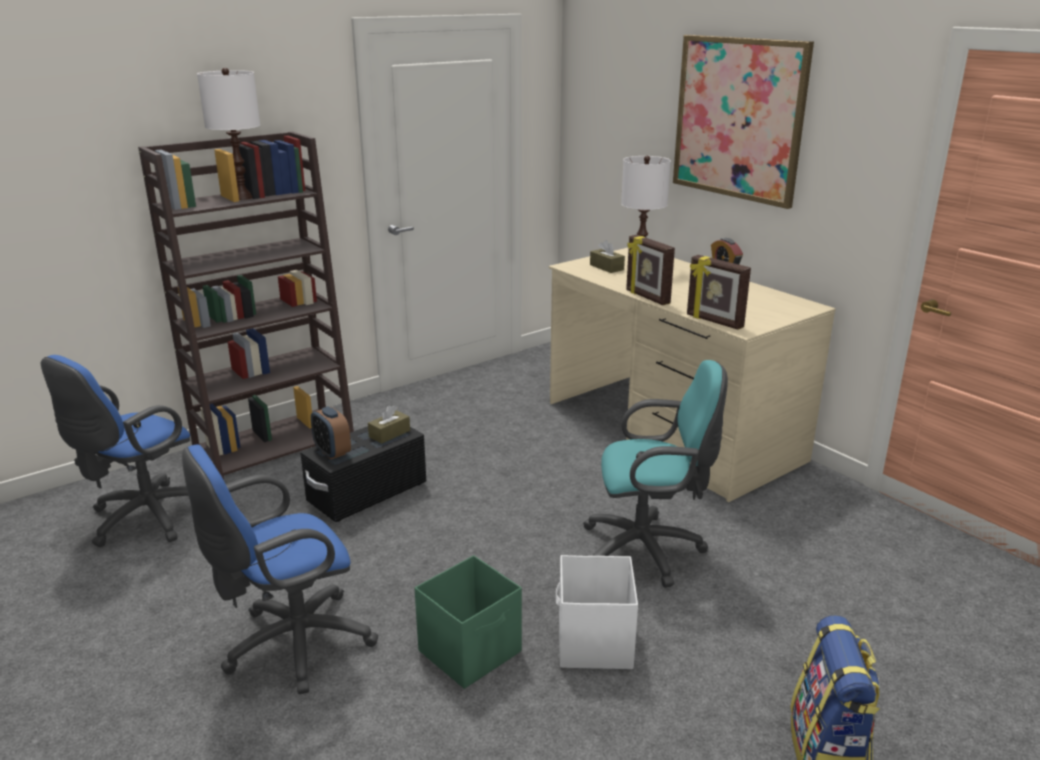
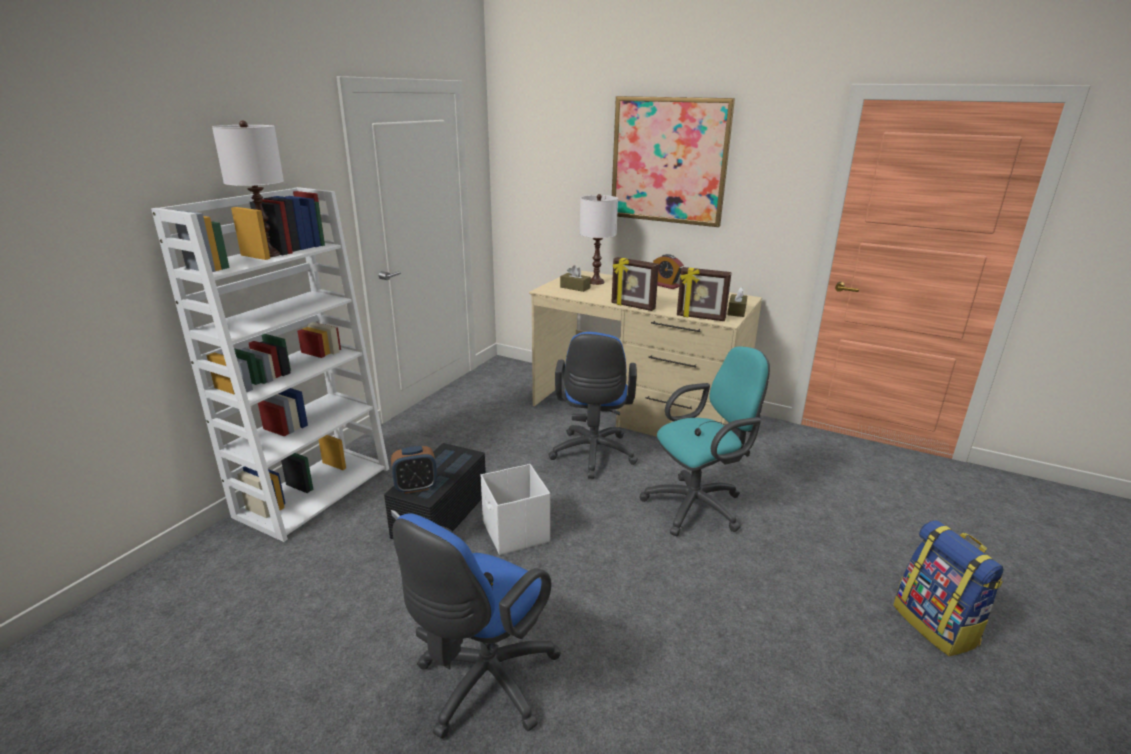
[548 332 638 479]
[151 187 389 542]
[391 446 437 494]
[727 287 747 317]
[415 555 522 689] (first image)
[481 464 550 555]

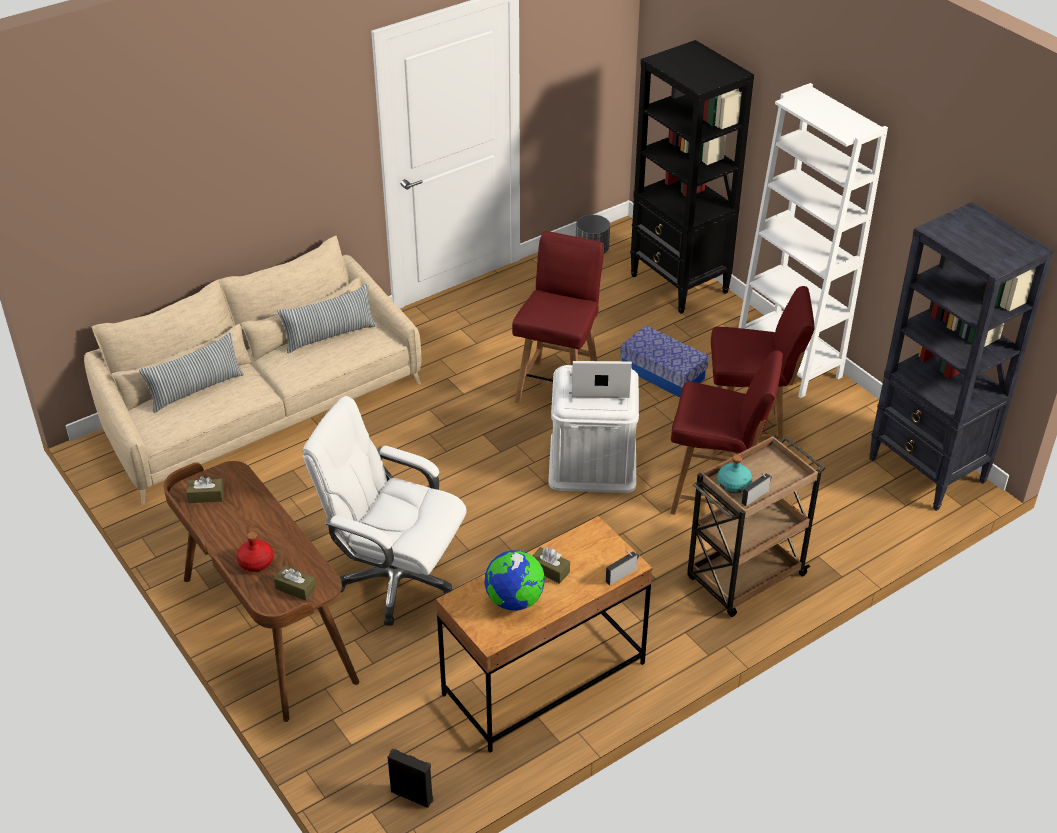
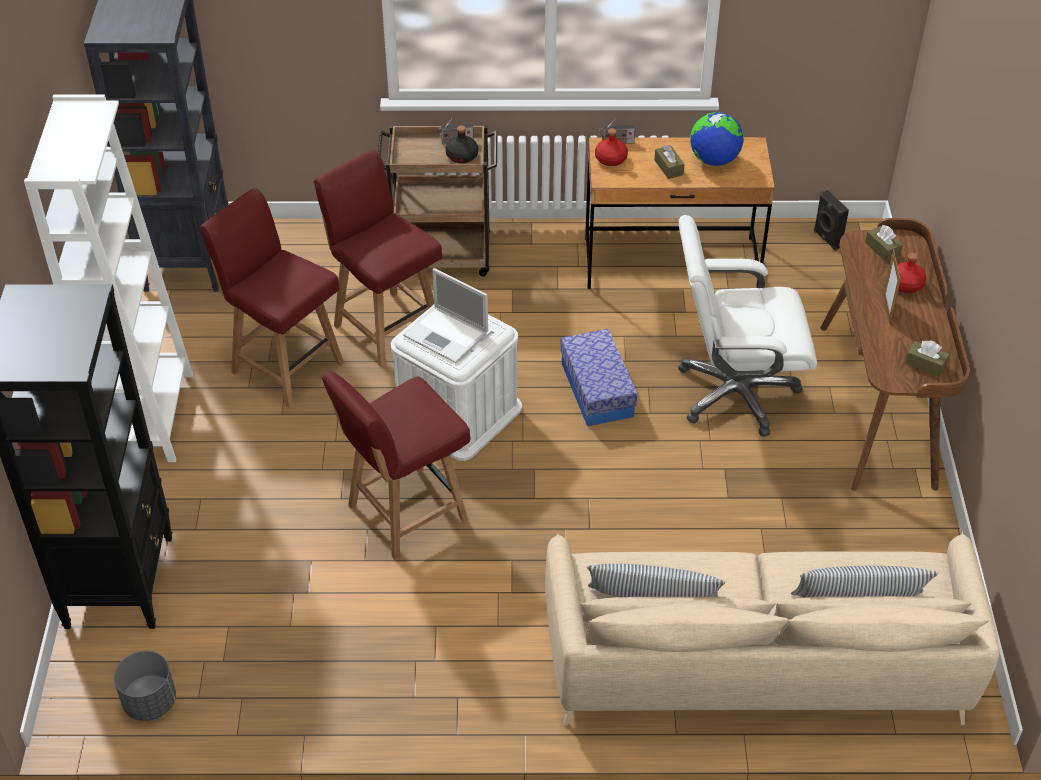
[678 215 817 437]
[560 329 638 426]
[445 125 478 163]
[595 128 628 166]
[883 249 901 325]

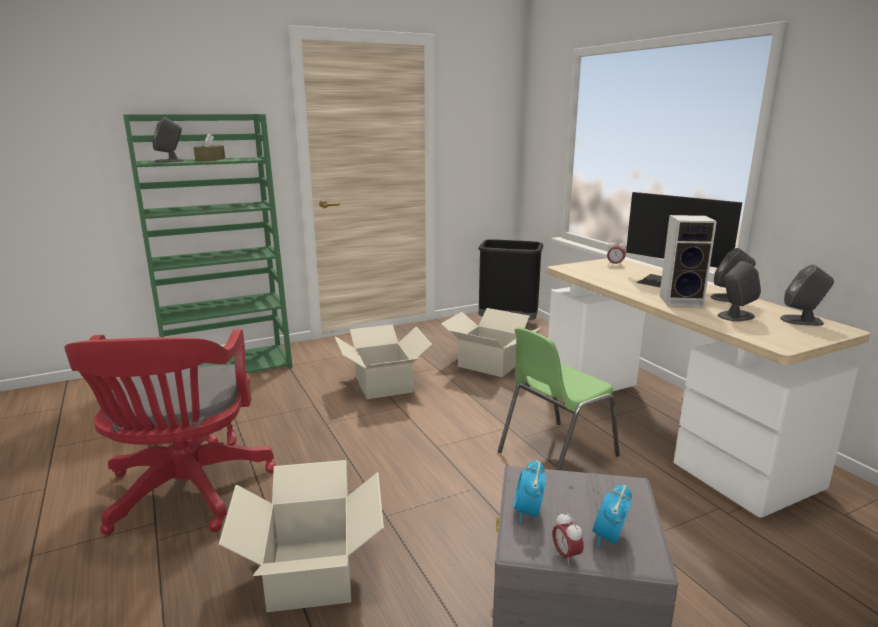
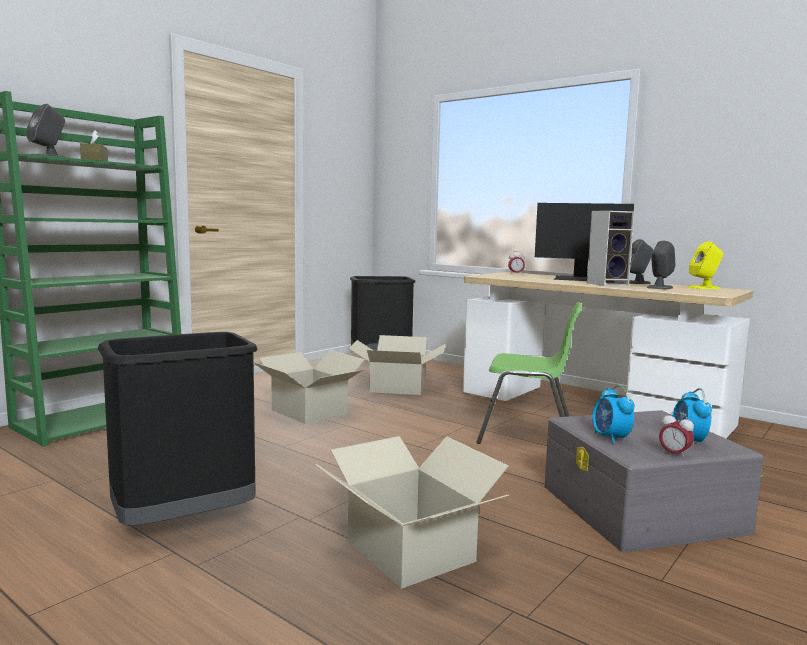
[98 332 257 526]
[477 302 582 444]
[688 241 723 289]

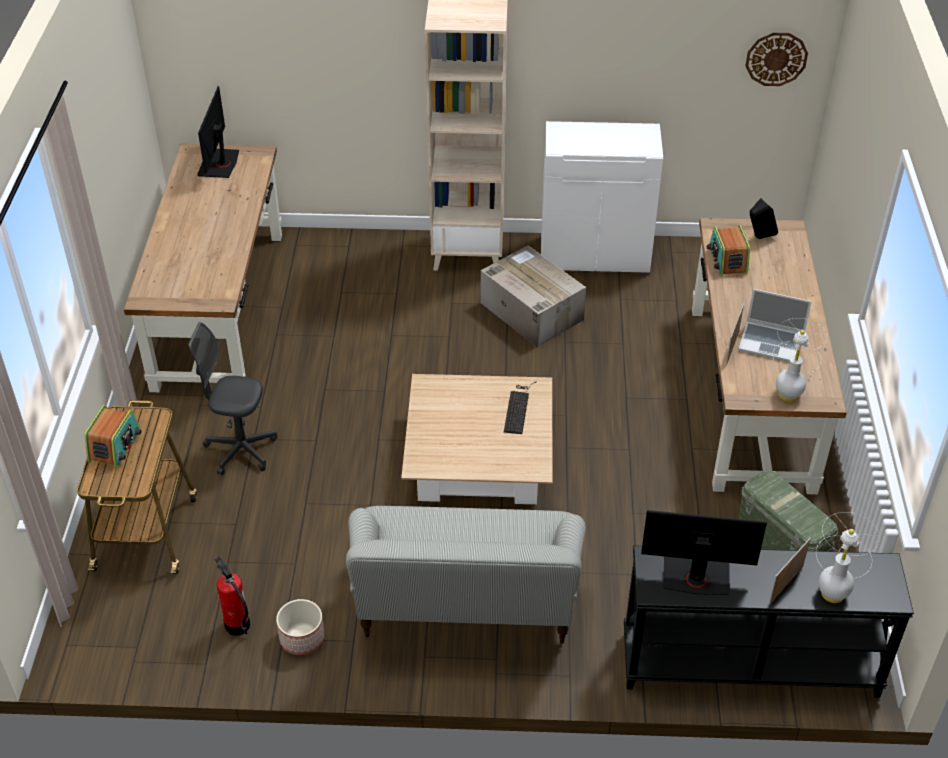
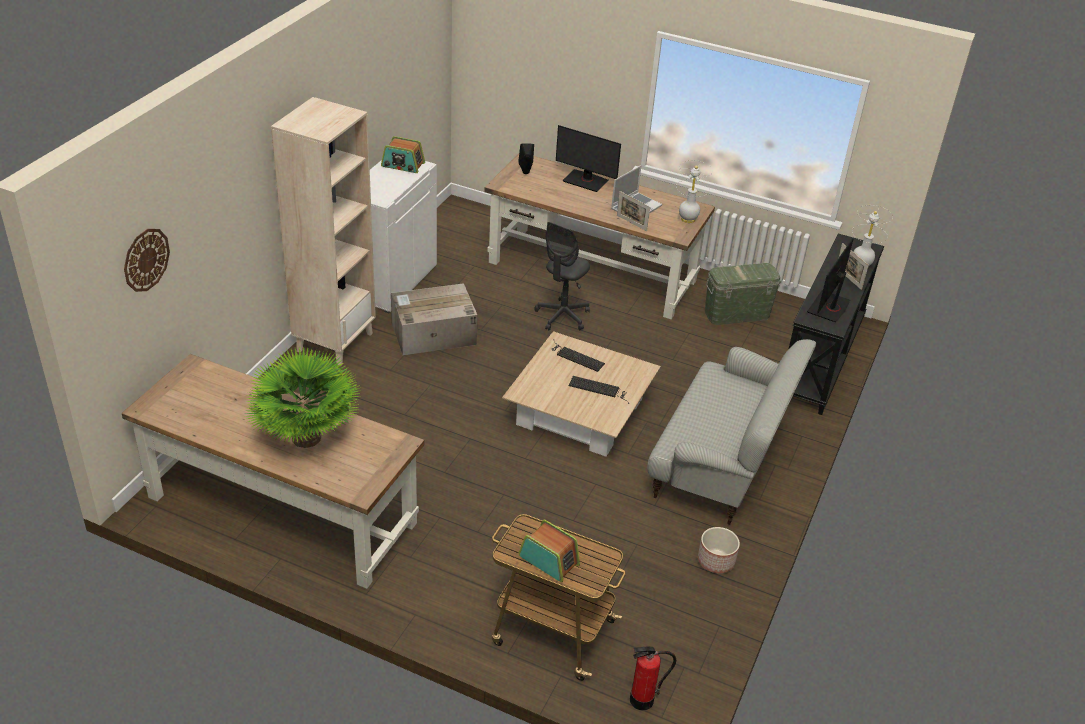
[534 222 590 330]
[556 125 621 192]
[630 647 676 710]
[381 136 425 173]
[124 229 170 292]
[244 347 361 448]
[569 376 629 404]

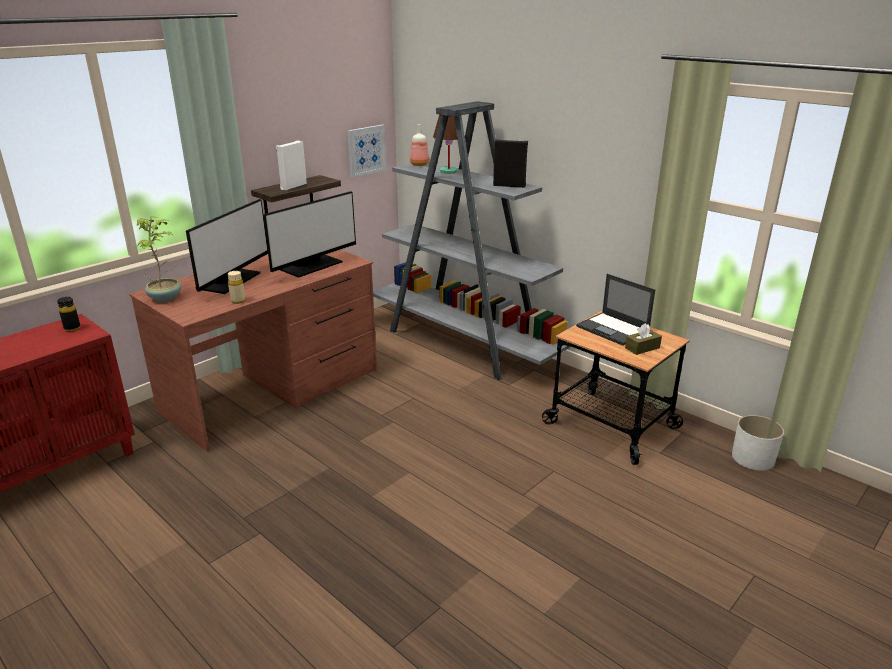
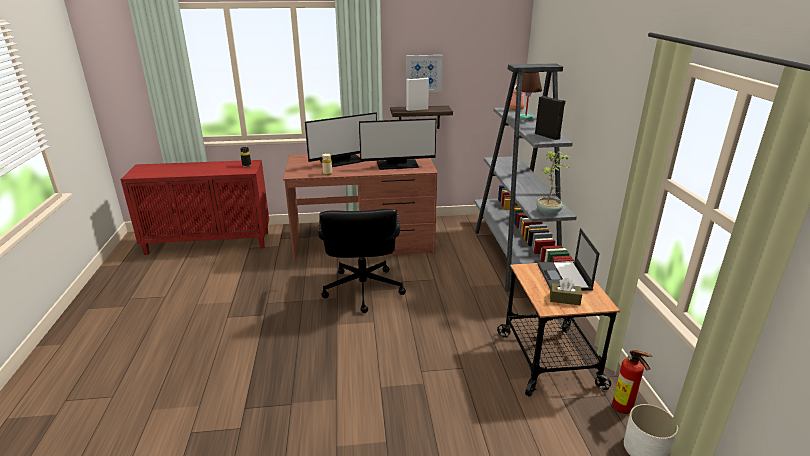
[536 151 570 215]
[406 55 443 93]
[318 209 406 313]
[612 350 652 414]

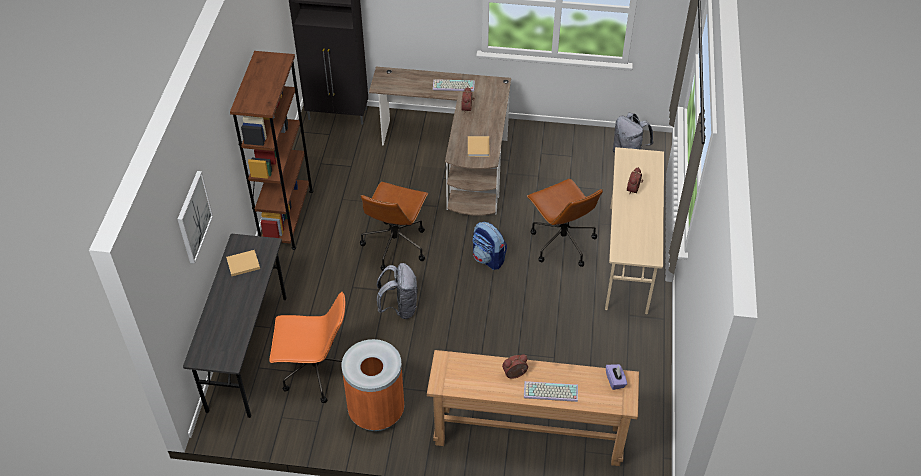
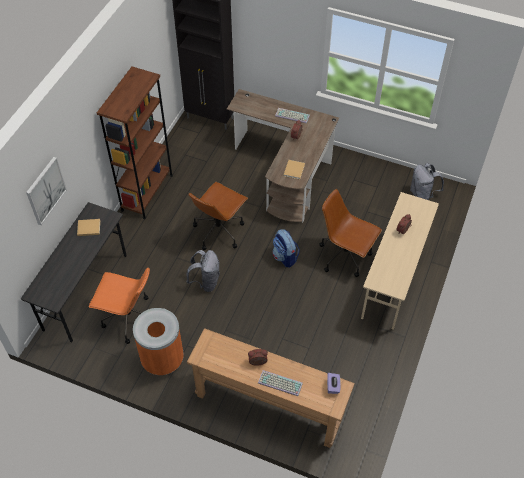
[319 189 382 277]

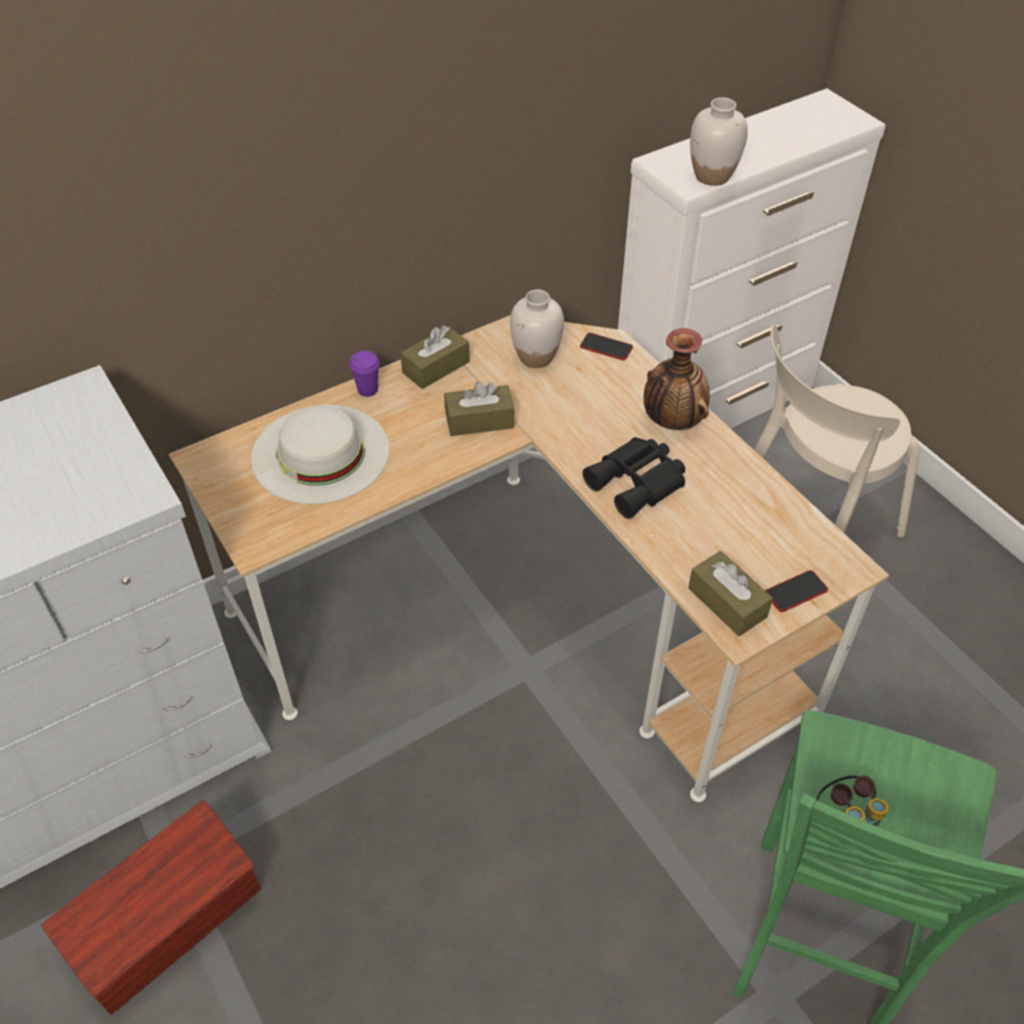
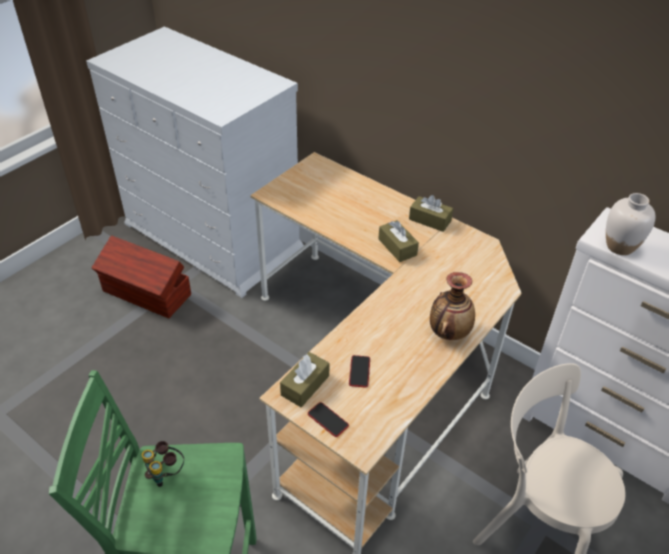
[251 405 390 504] (first image)
[349 351 380 397] (first image)
[510 289 564 368] (first image)
[349 355 370 388]
[583 437 685 519] (first image)

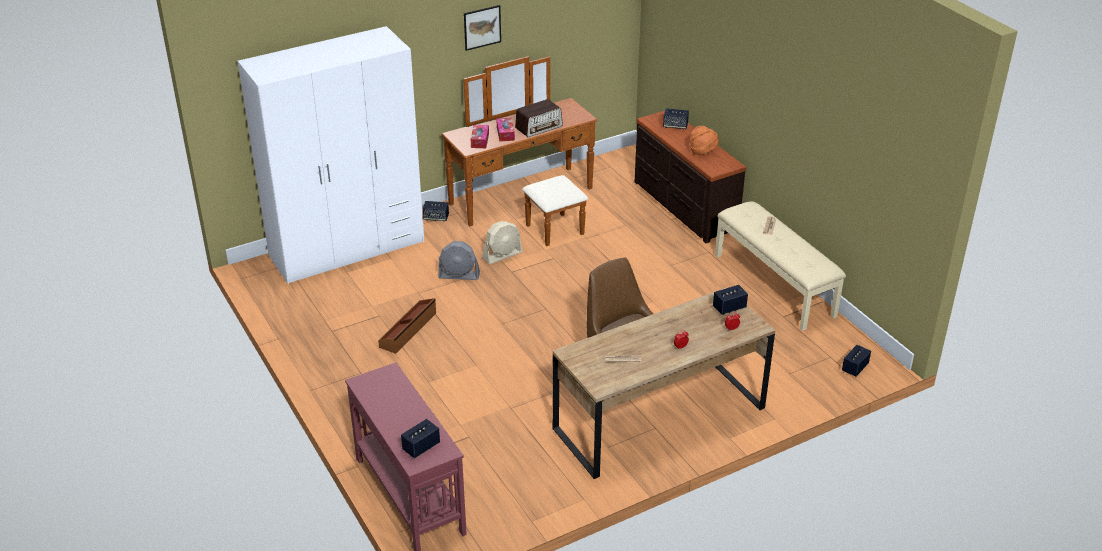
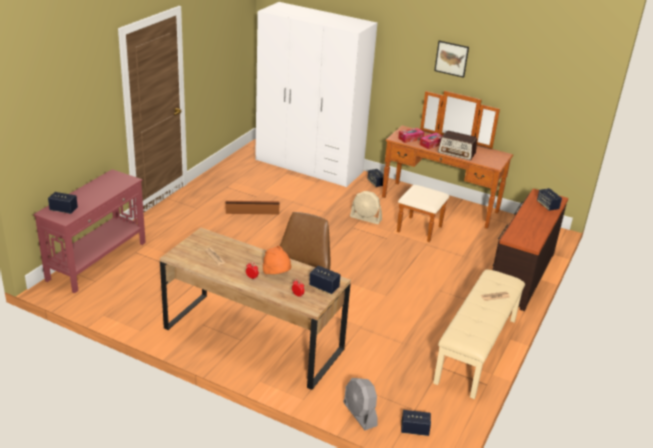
[343 378 378 430]
[263 246 292 274]

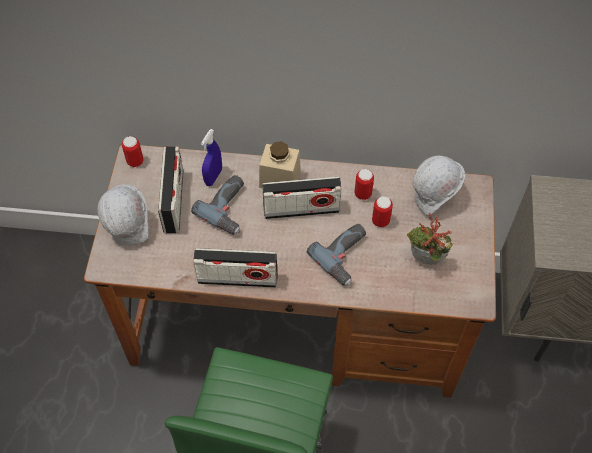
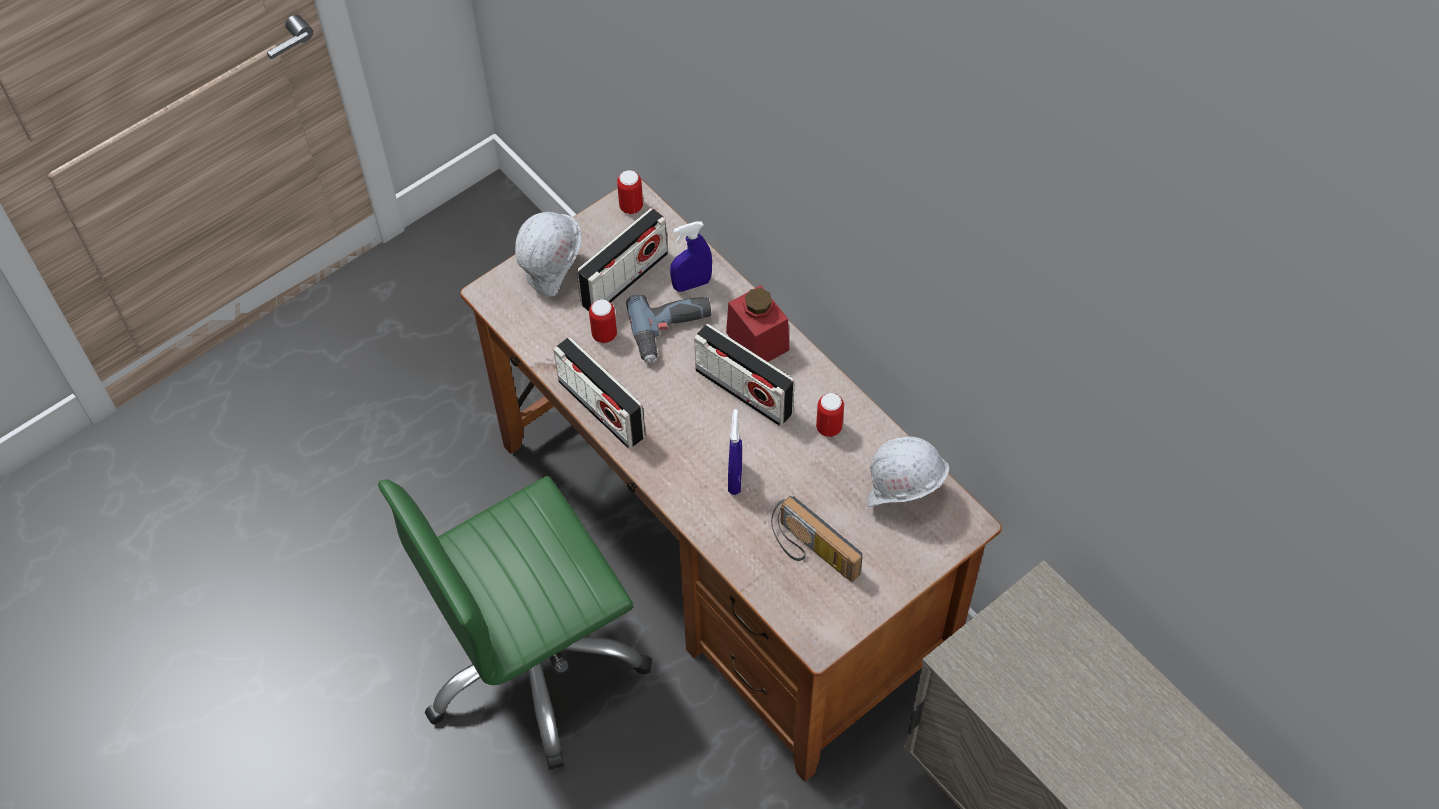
[726 285 790 362]
[728 409 742 495]
[589 299 617 343]
[771 496 862 582]

